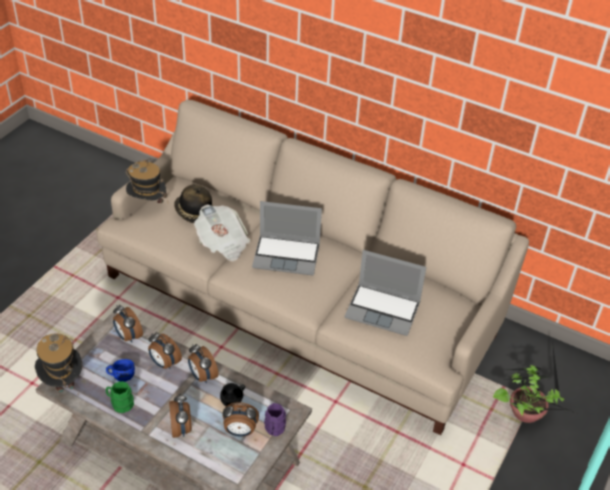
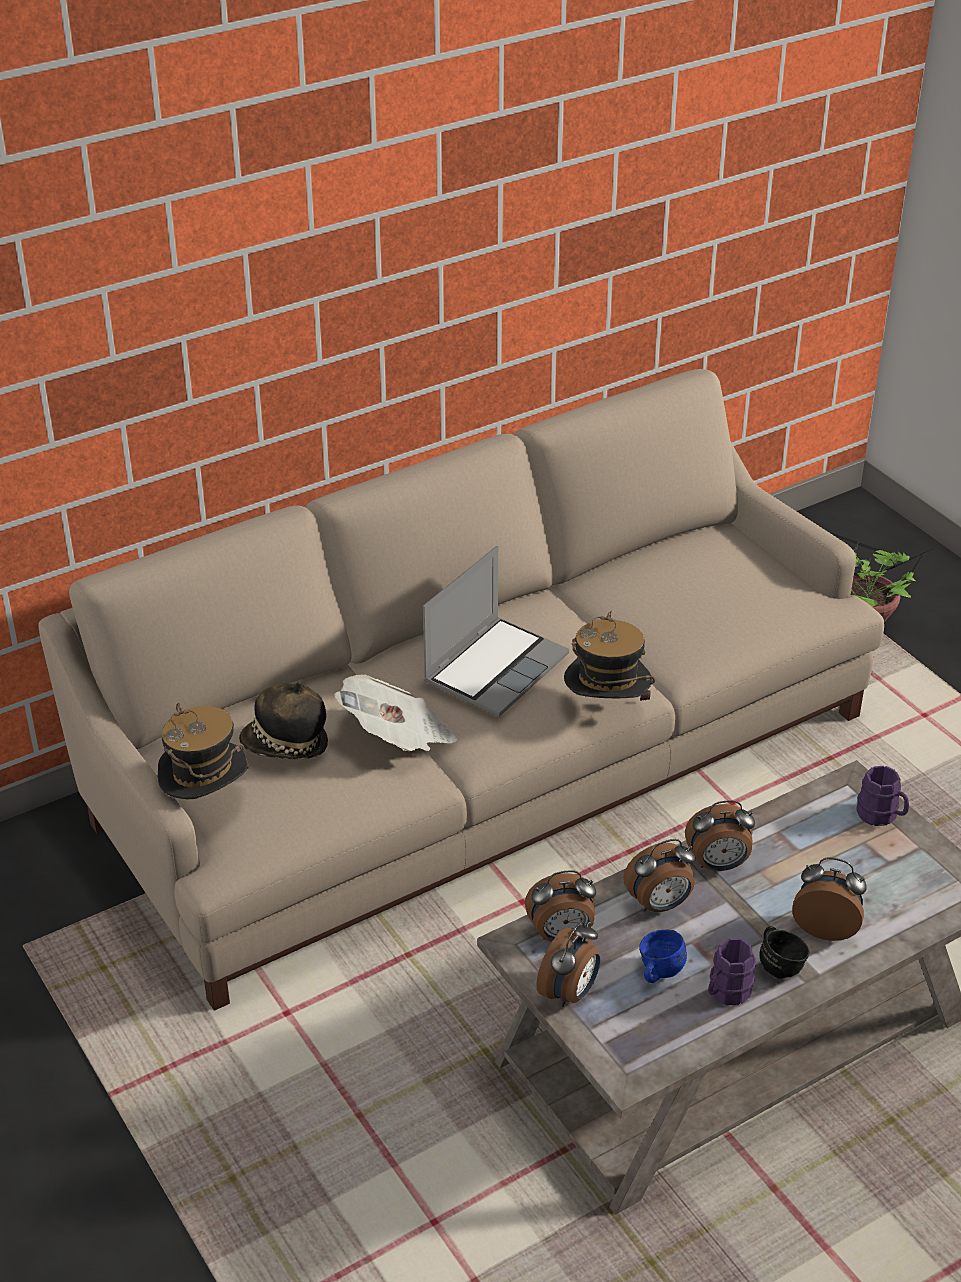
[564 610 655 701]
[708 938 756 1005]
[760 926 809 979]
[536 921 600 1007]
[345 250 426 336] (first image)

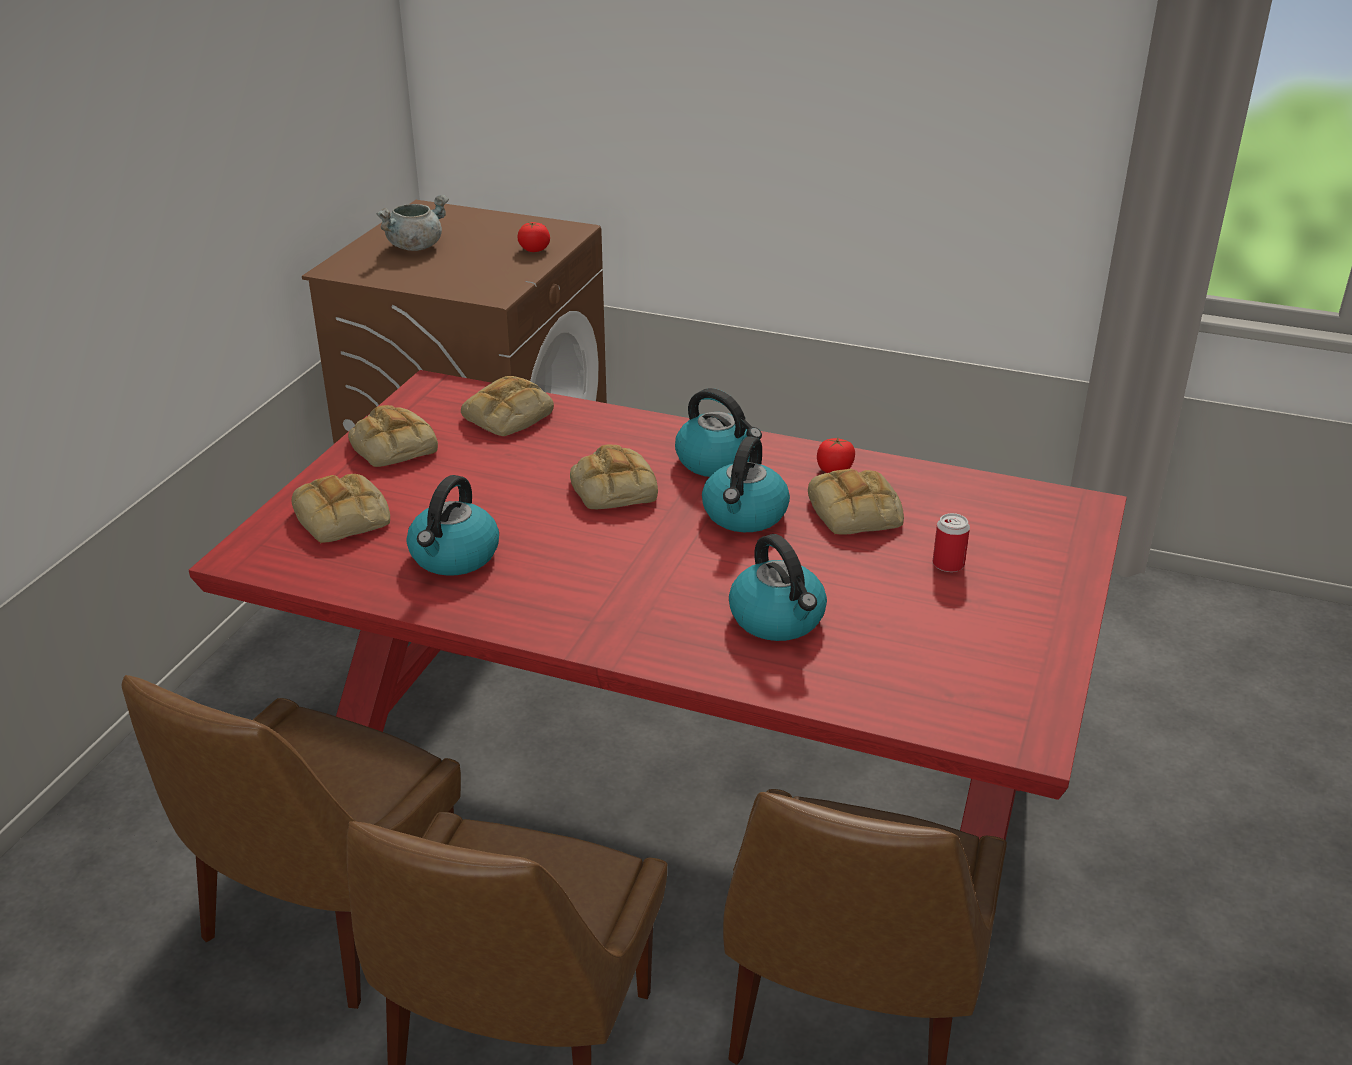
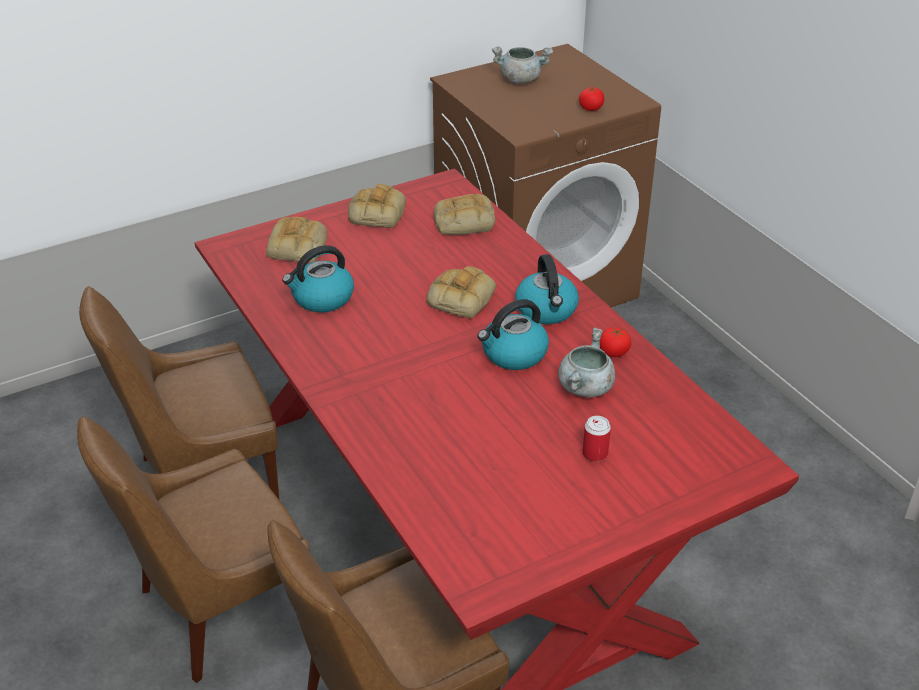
[729 534 827 641] (first image)
[558 327 615 398]

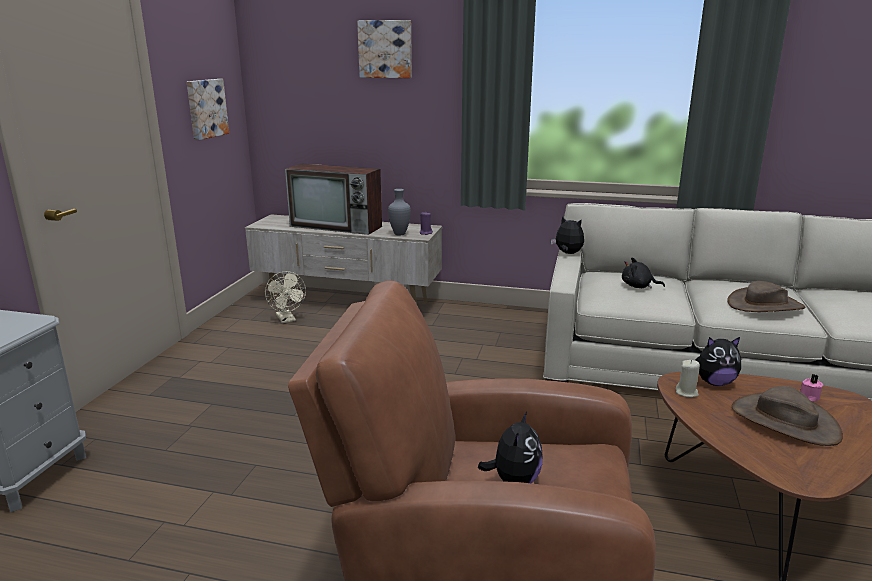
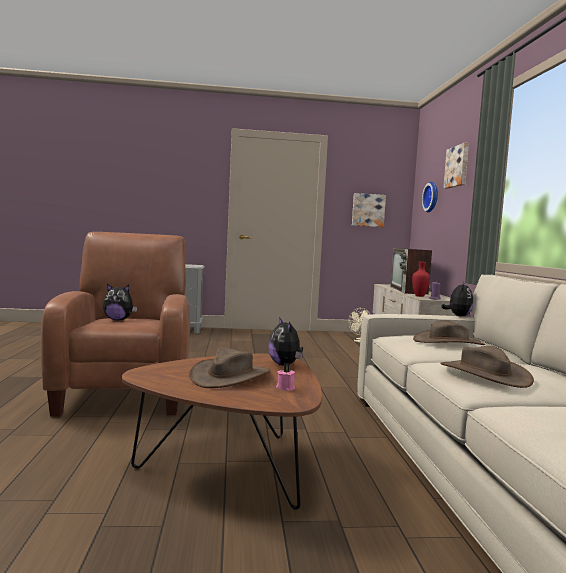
[412 262 430 297]
[413 320 485 345]
[676 360 700 397] (first image)
[422 182 438 212]

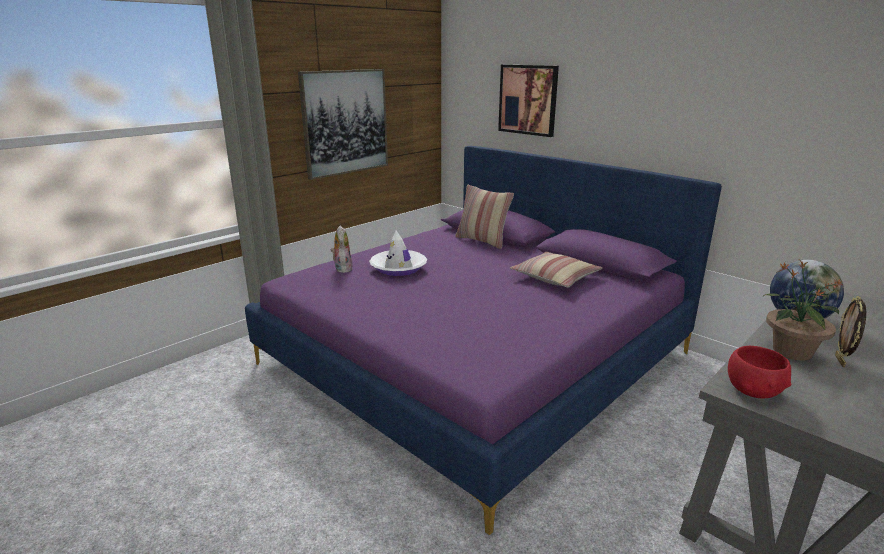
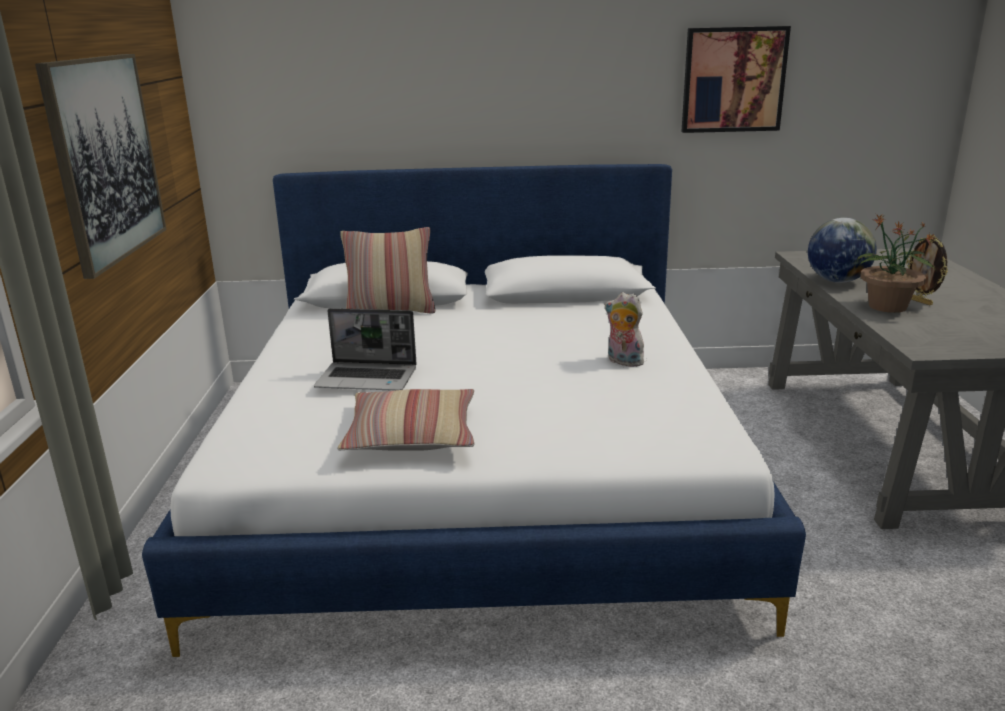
[142 164 806 657]
[605 292 646 367]
[314 308 417 391]
[681 26 791 133]
[337 389 475 451]
[728 346 791 398] (first image)

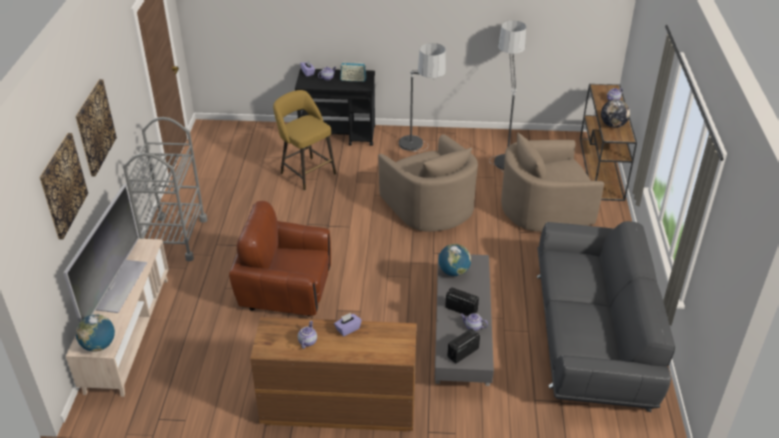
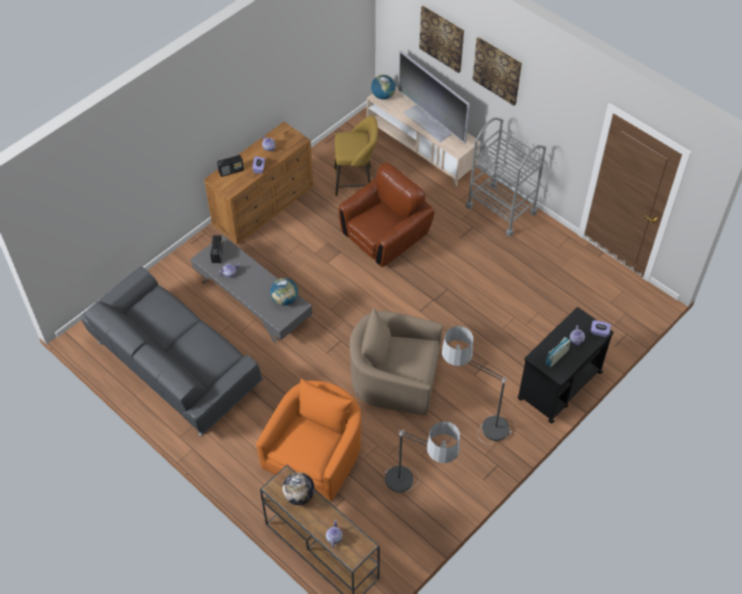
[334 116 378 196]
[217 155 244 177]
[256 379 361 501]

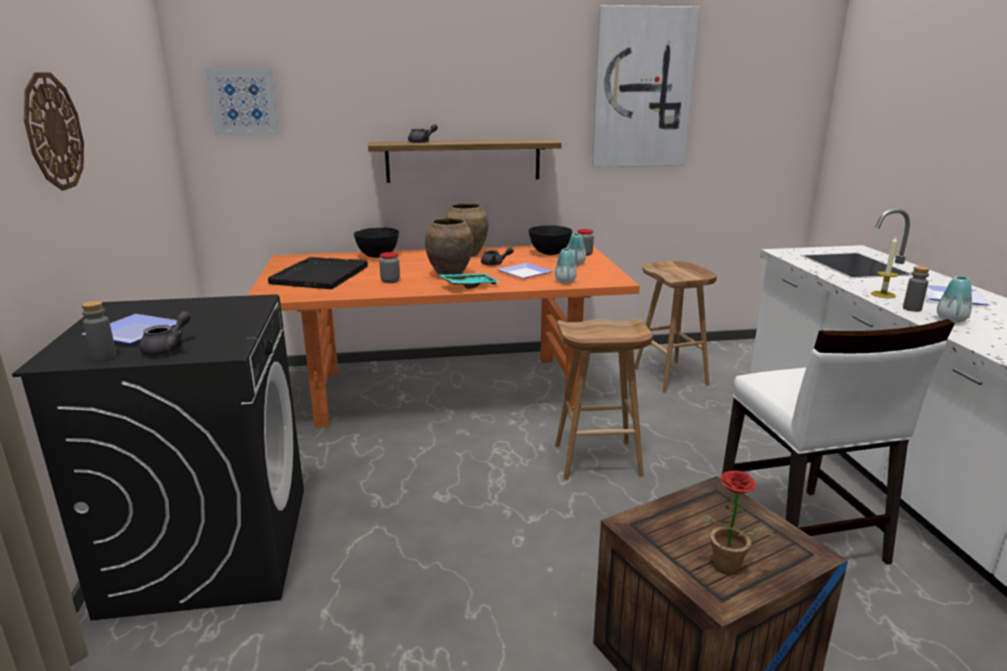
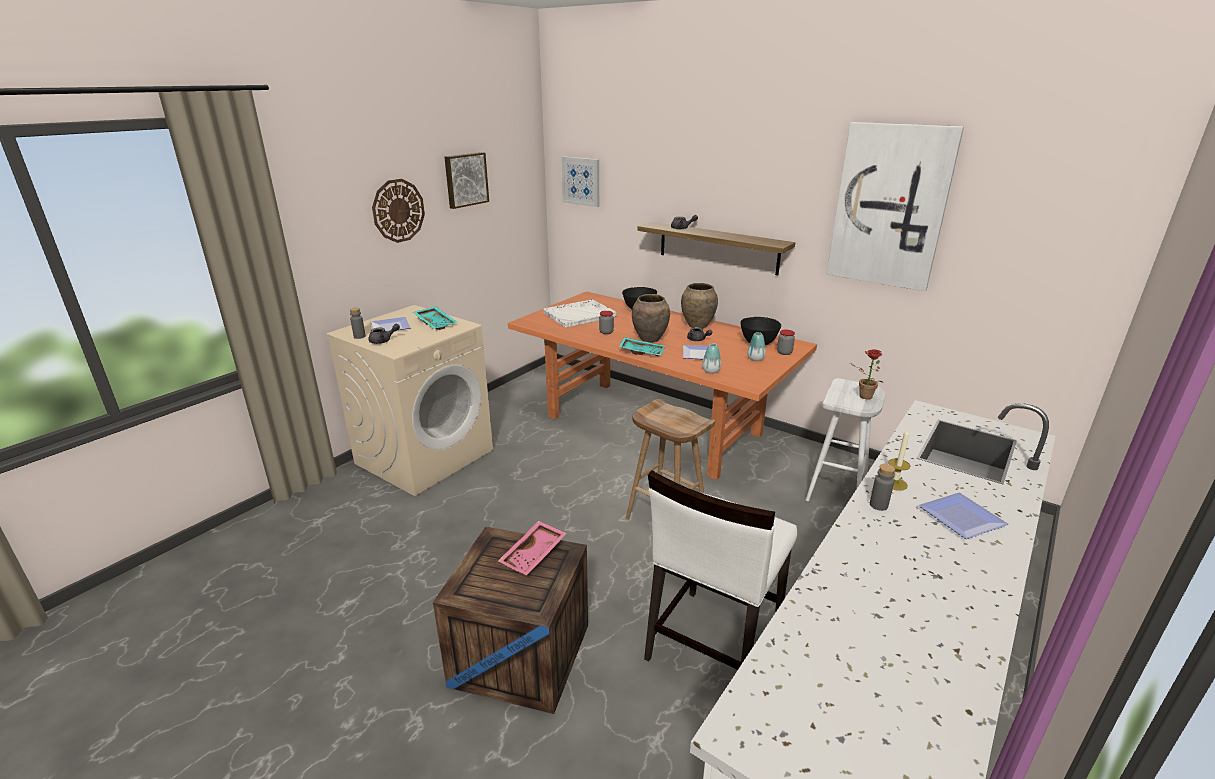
[326 305 493 496]
[543 299 617 328]
[806 378 886 501]
[850 349 884 400]
[937 276 972 323] (first image)
[413 306 457 330]
[444 152 489 209]
[498 521 567 575]

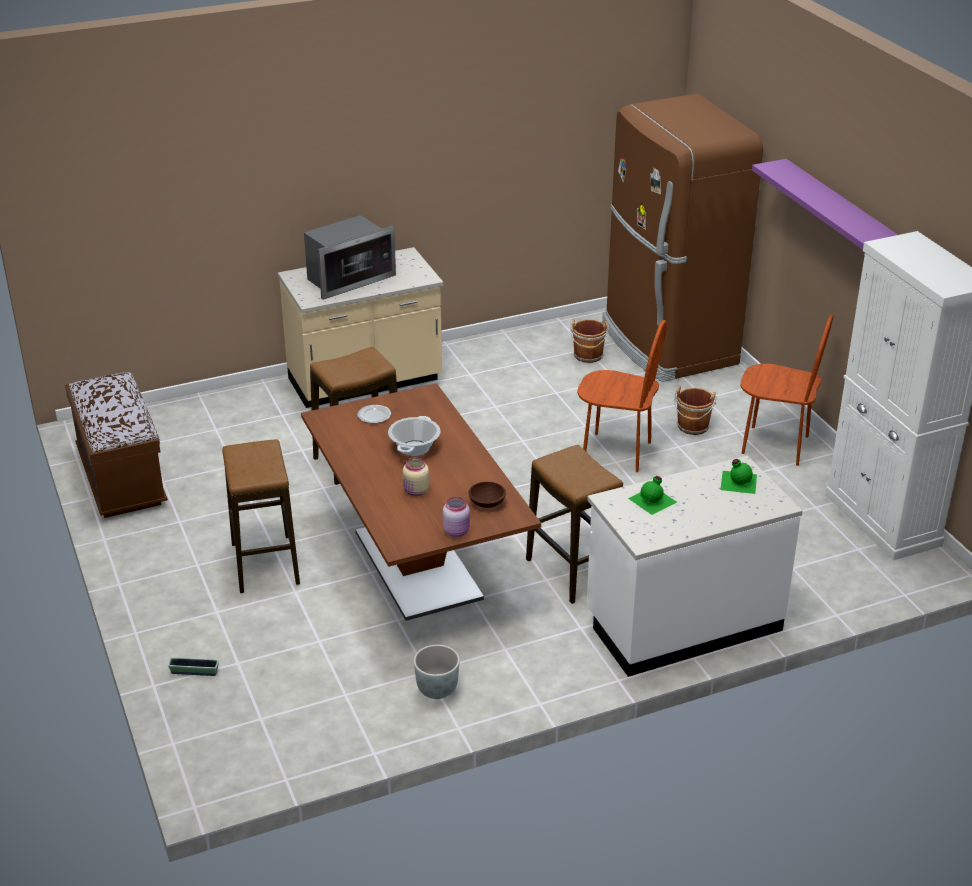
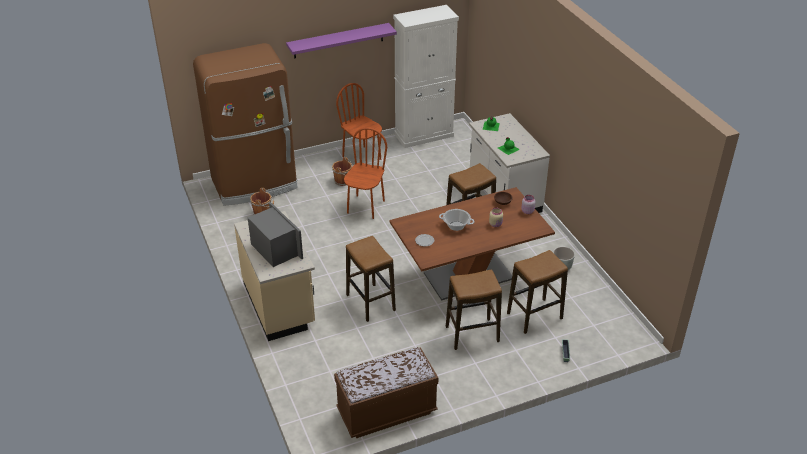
[336 83 382 160]
[507 250 568 334]

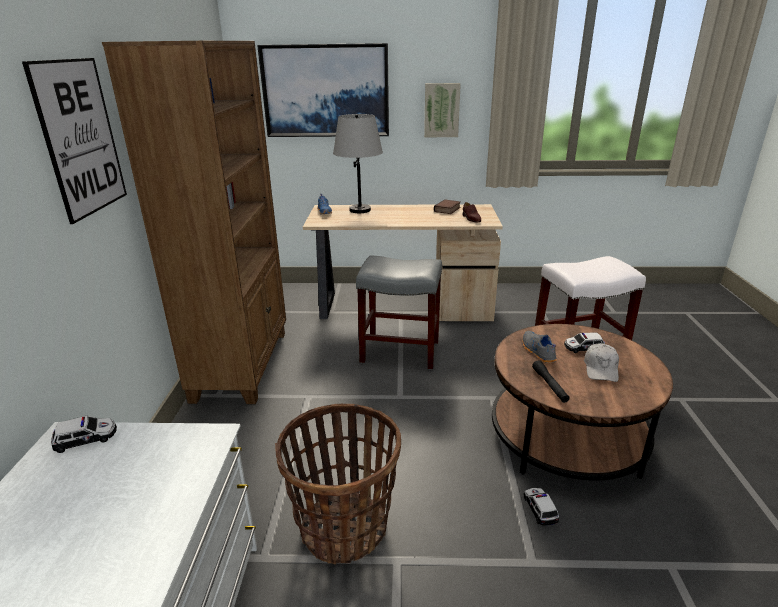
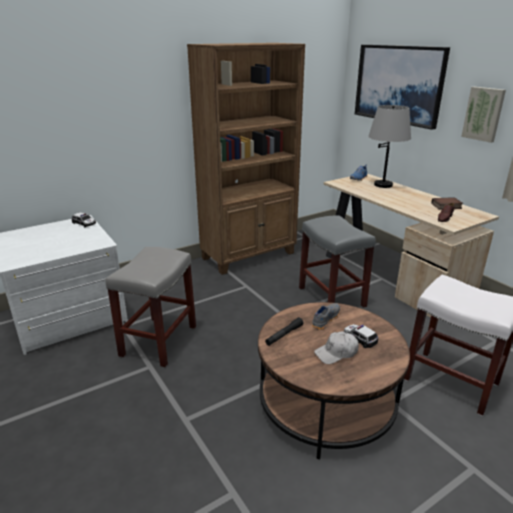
[22 58 127 224] (first image)
[106 247 196 367]
[524 488 559 526] (first image)

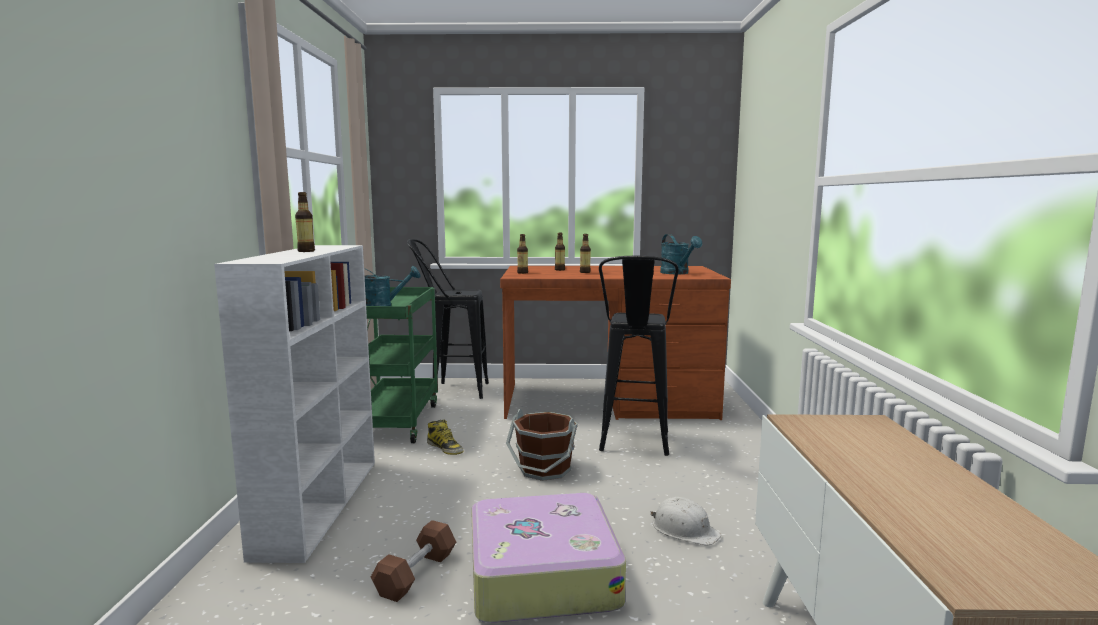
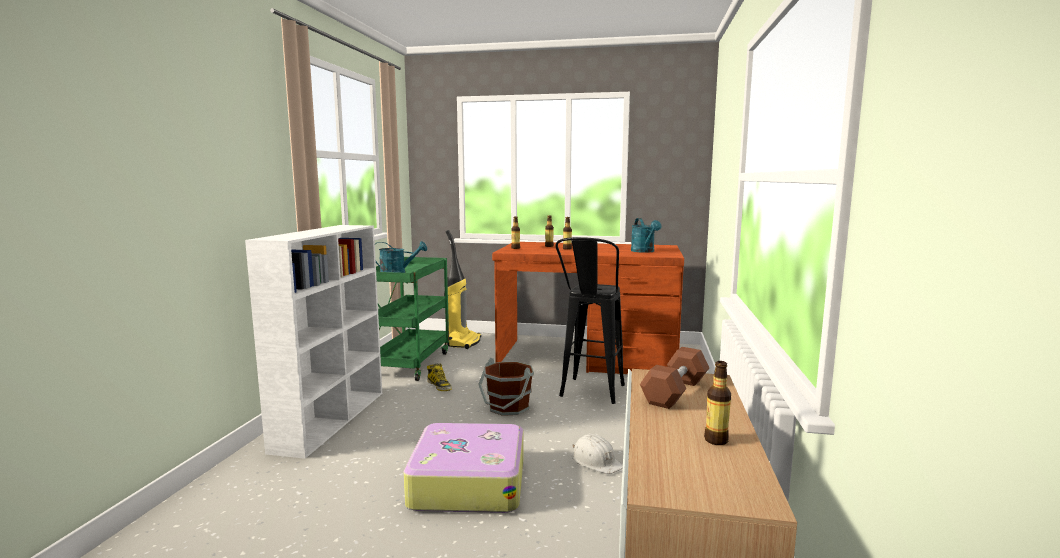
[704 361 731 445]
[640 347 709 409]
[444 230 481 349]

